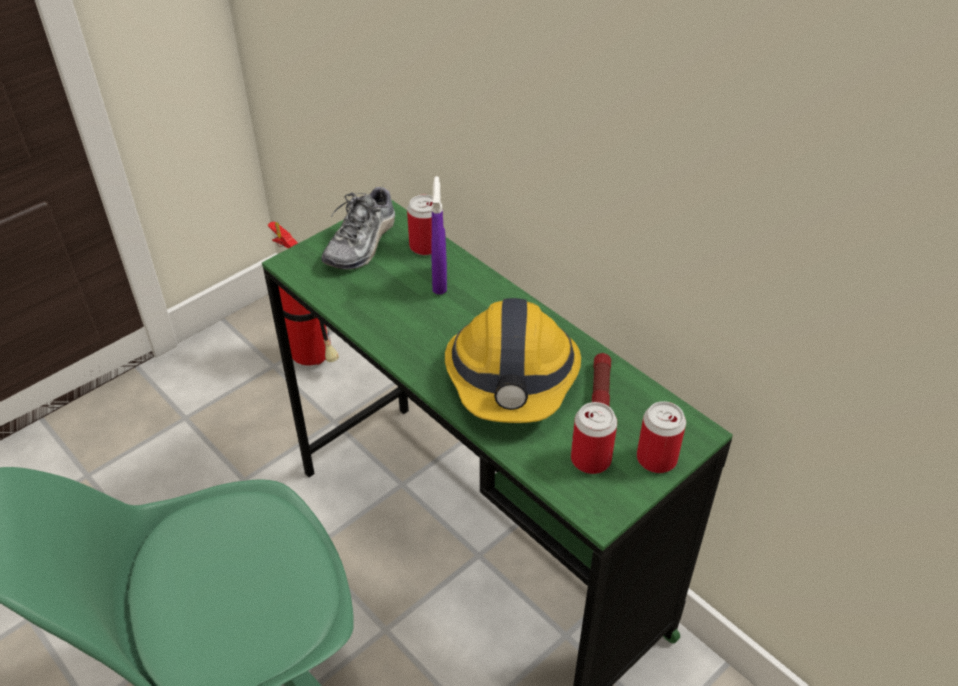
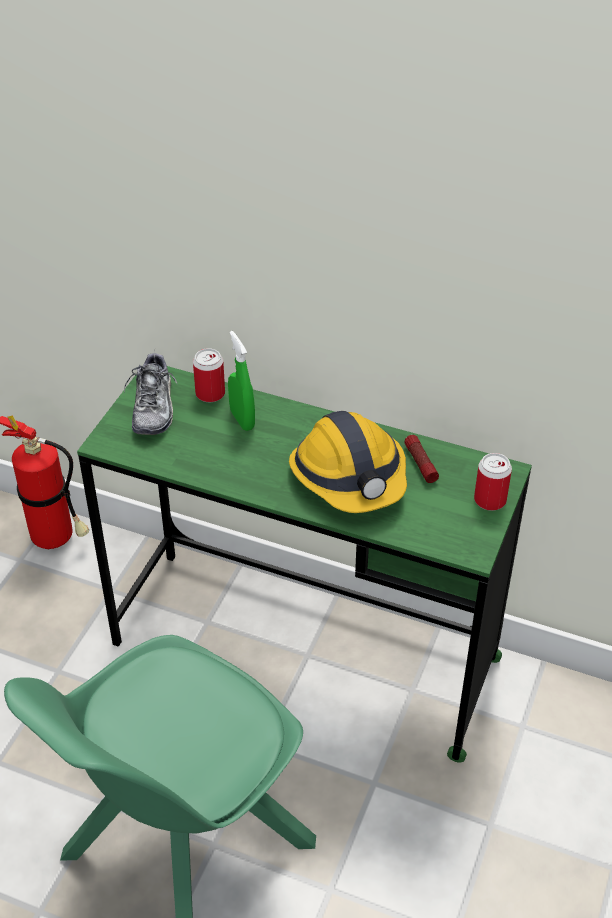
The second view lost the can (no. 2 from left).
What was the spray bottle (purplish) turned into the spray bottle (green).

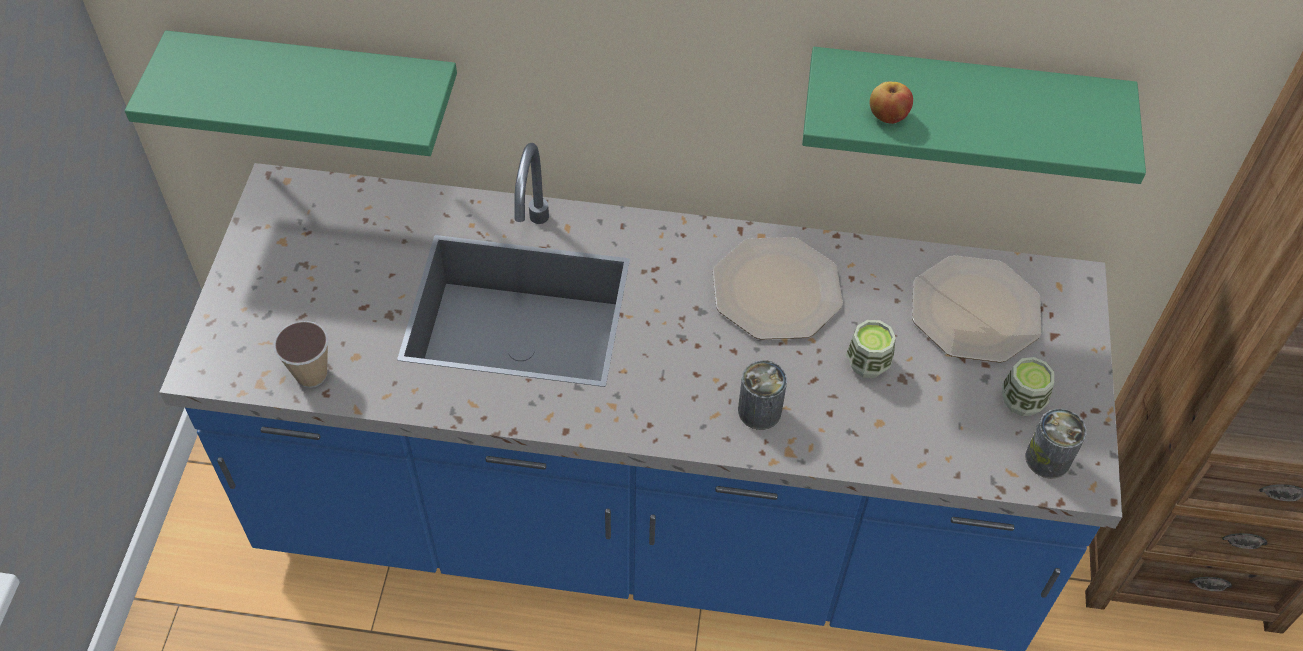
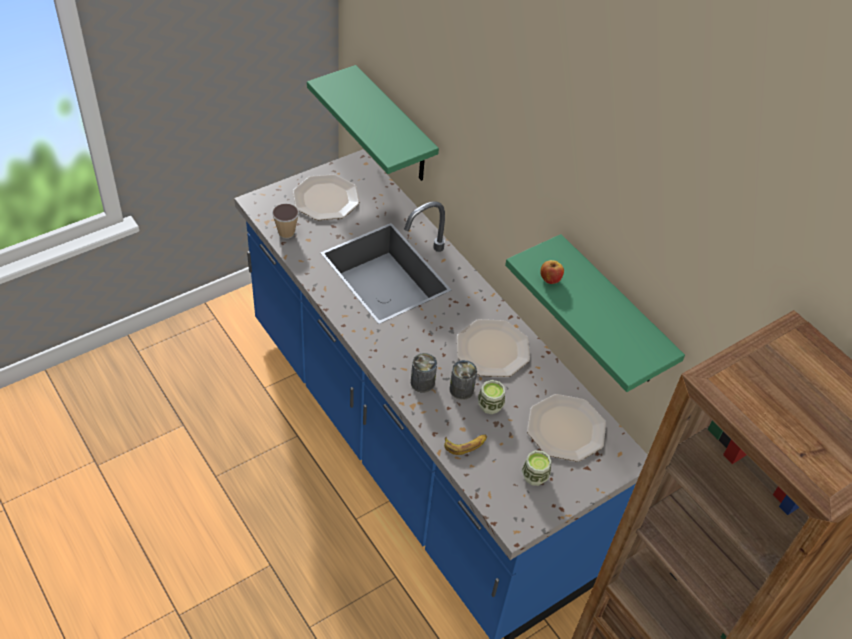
The second view gained the plate (no. 1 from left).
The second view gained the banana fruit.
The can (no. 2 from left) ended up elsewhere.

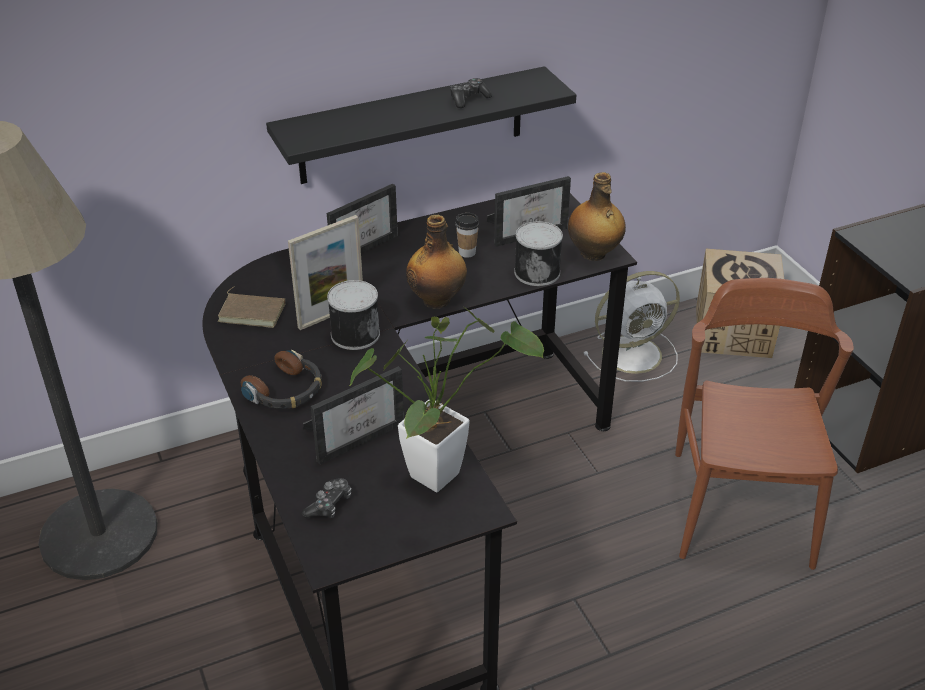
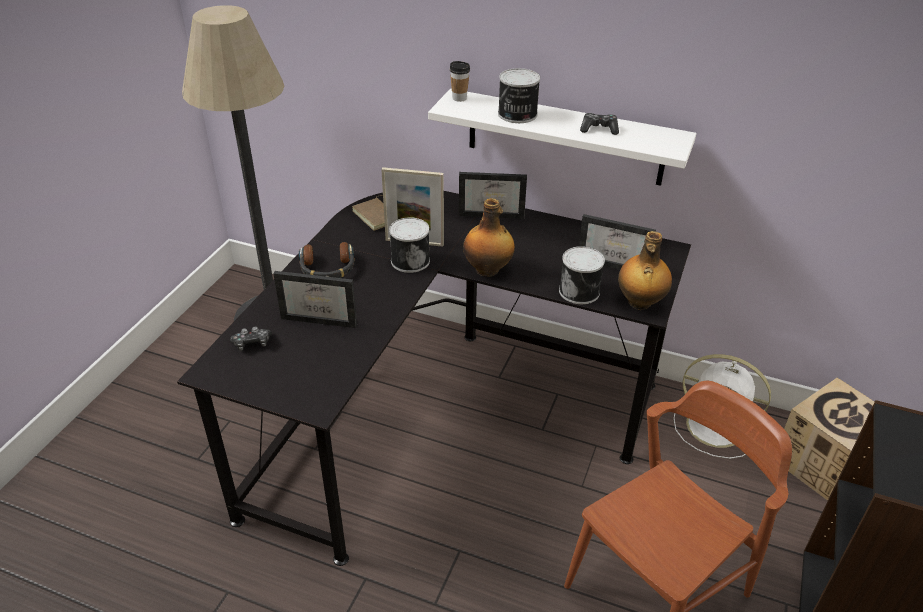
The second view lost the plant in a pot.
The second view gained the can (no. 2 from left).
The drinking cup ended up elsewhere.
What was the shelf (blackish) turned into the shelf (white-coloured).

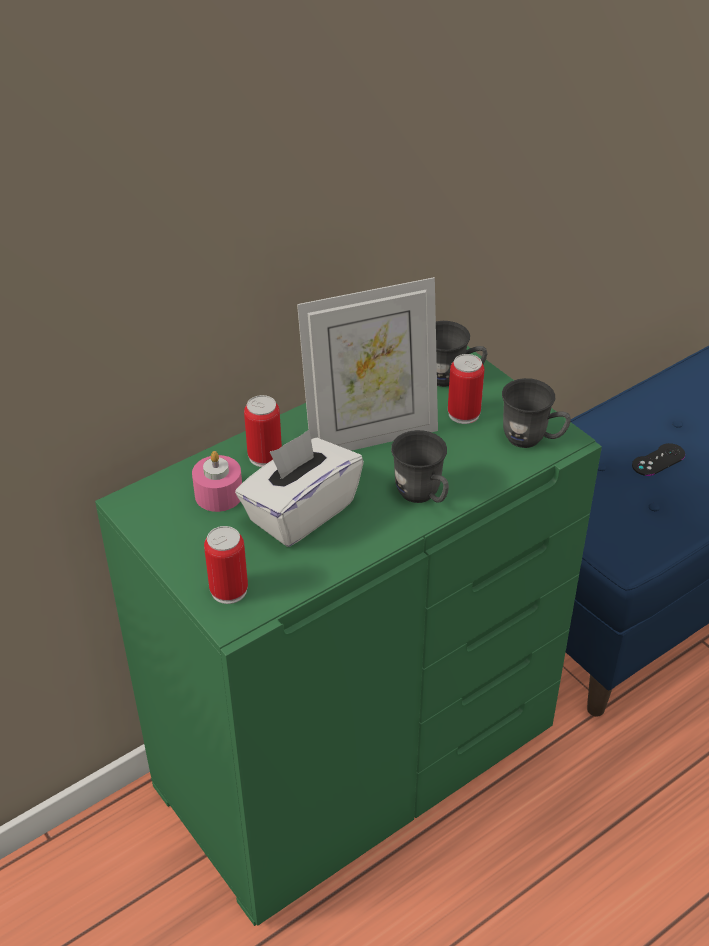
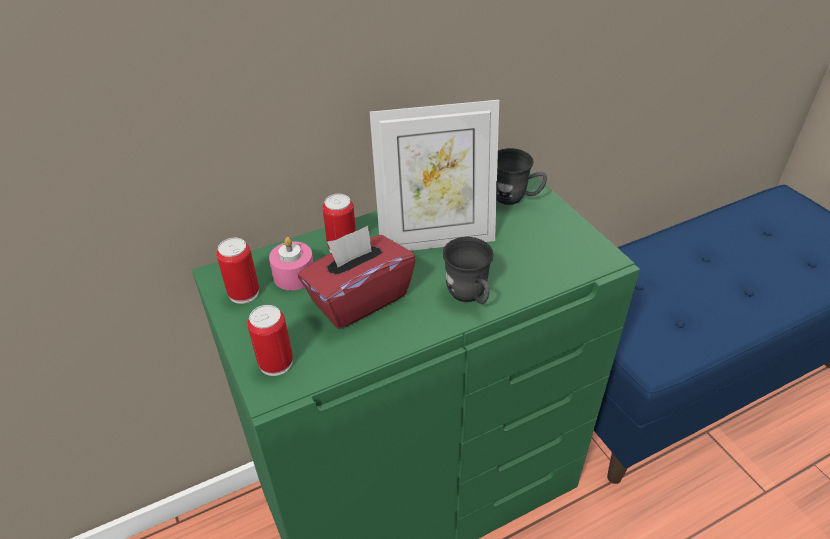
The second view lost the tea mug (gray) (no. 3 from left).
The second view lost the joypad (blackish).
The can (no. 3 from left in the first image) ended up elsewhere.
What was the box of tissues (white-coloured) turned into the box of tissues (red-coloured).

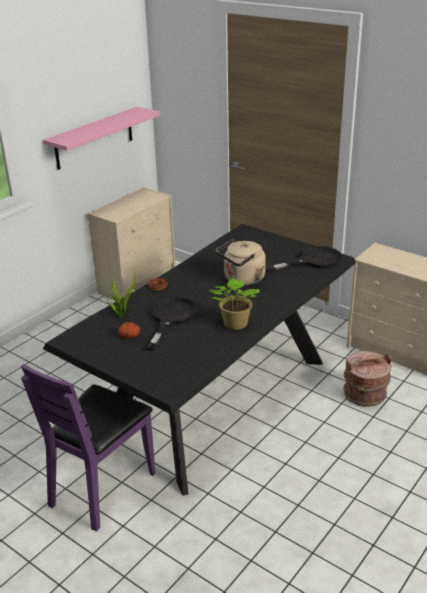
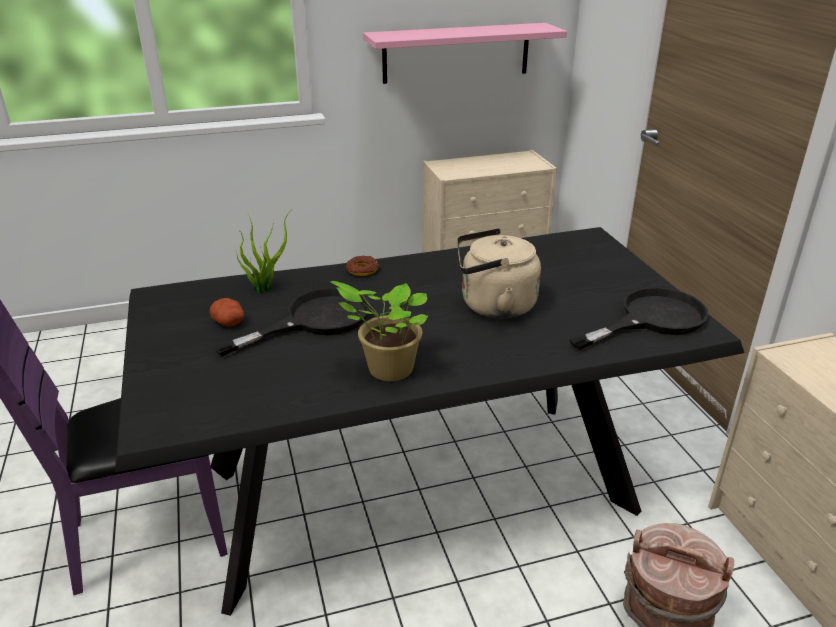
The skillet (blackish) (no. 2 from left) ended up facing another way, 45 degrees counterclockwise from before.

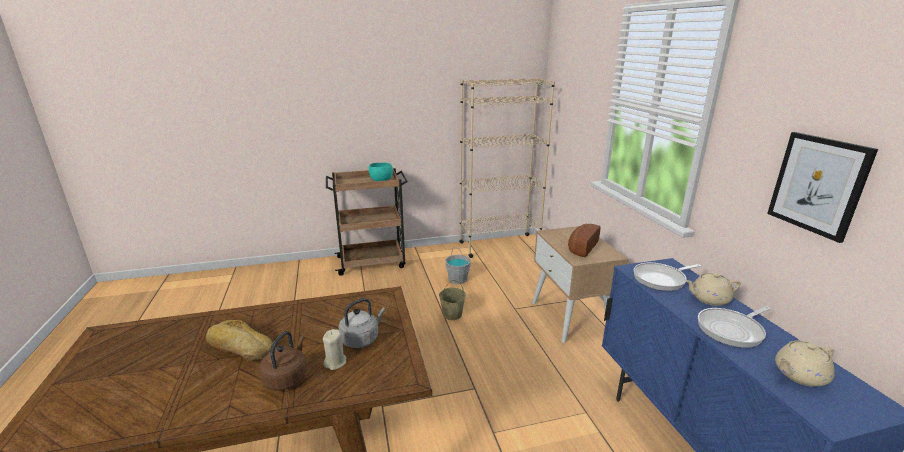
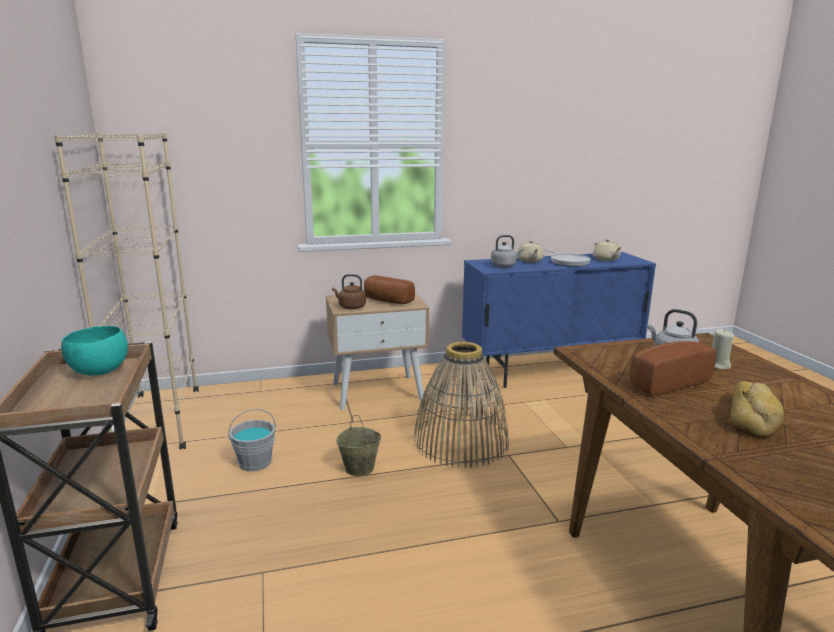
The second view lost the picture.
The second view gained the household basket.
The second view gained the baked bread (no. 2 from left).
The tea kettle (brownish) ended up elsewhere.
Where the skillet (no. 1 from left) stood, the tea kettle (gray) (no. 1 from left) came to stand.

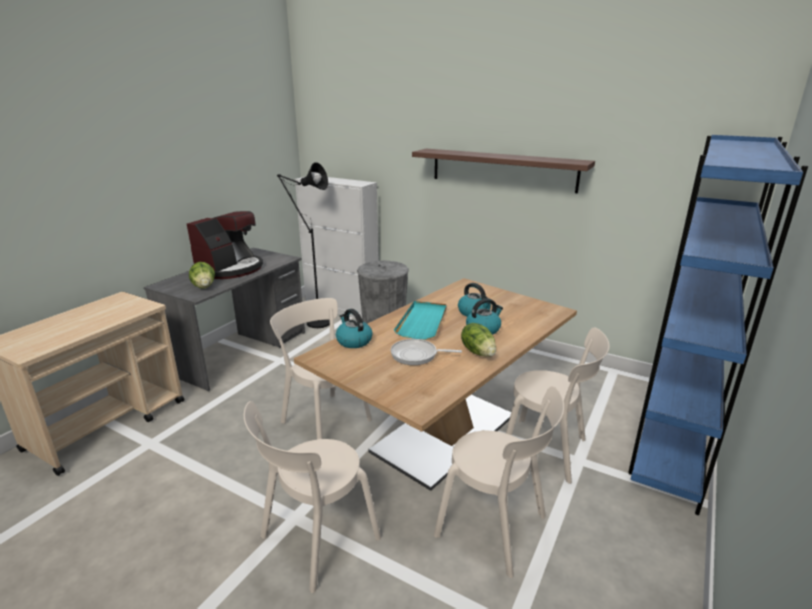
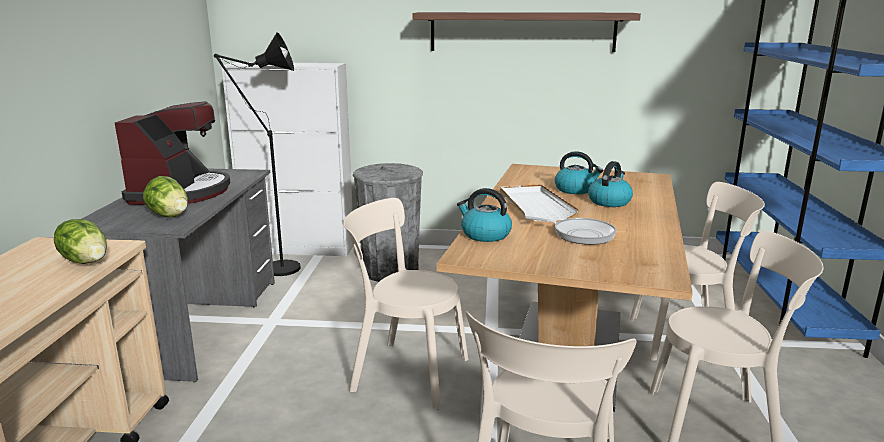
The lettuce head (no. 2 from left in the first image) ended up elsewhere.
What was the carrying tray (turquoise-coloured) turned into the carrying tray (white-coloured).
The skillet ended up facing another way, 135 degrees counterclockwise from before.

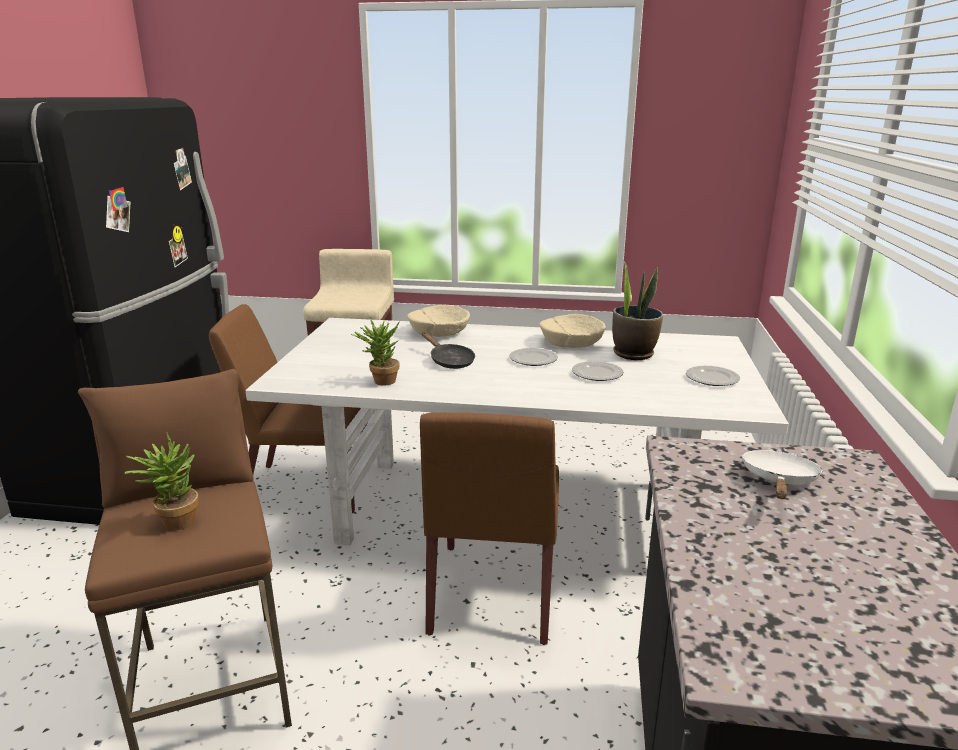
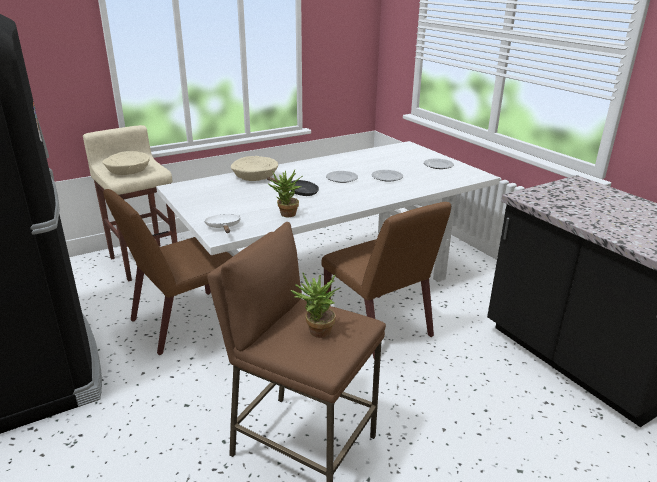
The second view lost the plant in a pot (no. 3 from left).
The deep dish (beige-coloured) (no. 2 from left in the first image) ended up elsewhere.
The skillet (white-coloured) ended up elsewhere.

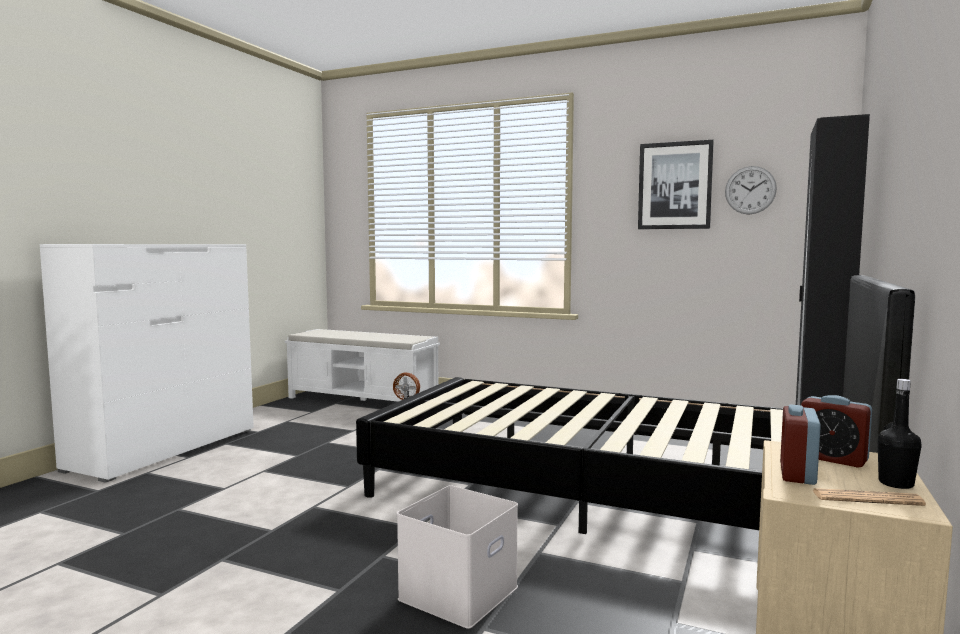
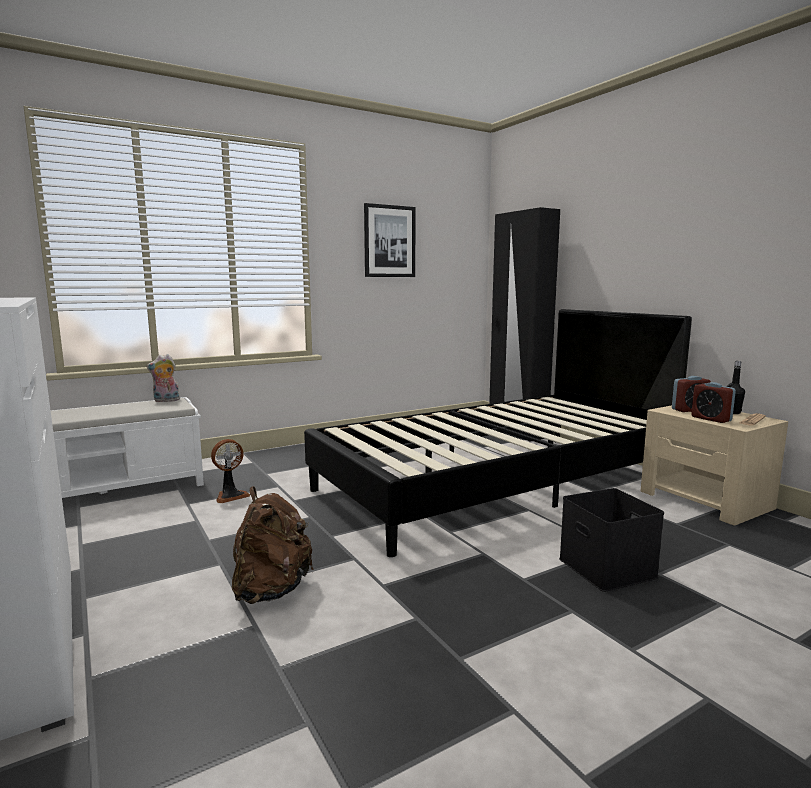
The second view lost the clock on the wall.
The second view gained the cuddly toy.
The second view gained the knapsack (brownish).
What was the storage box (white-coloured) turned into the storage box (blackish).

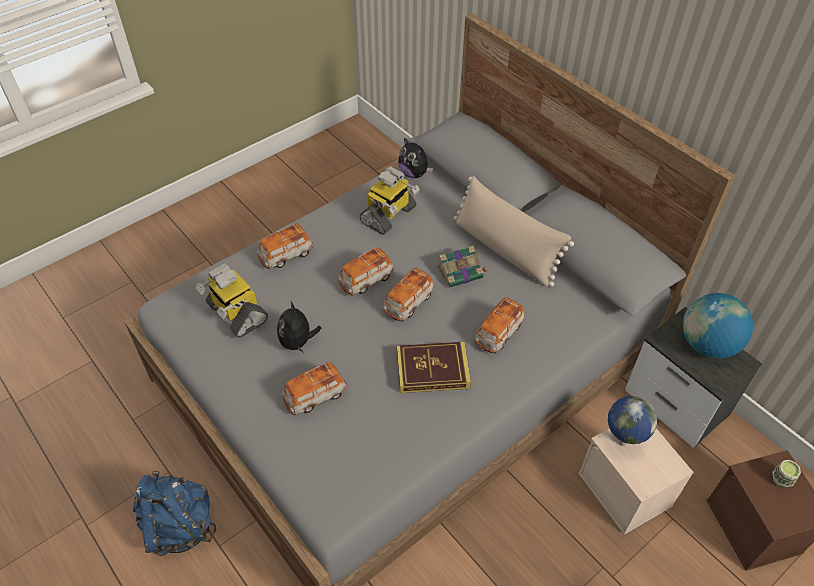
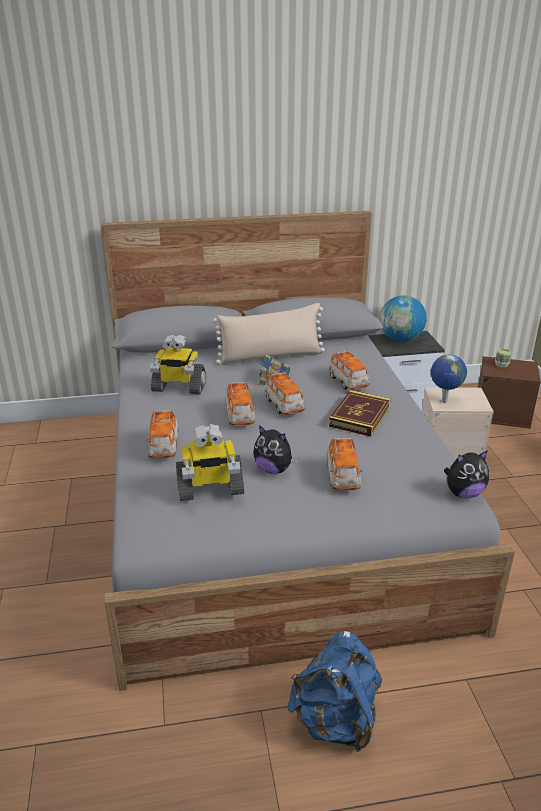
The cuddly toy (no. 2 from left) ended up elsewhere.
The model robot (no. 2 from left in the first image) ended up facing another way, 120 degrees clockwise from before.

